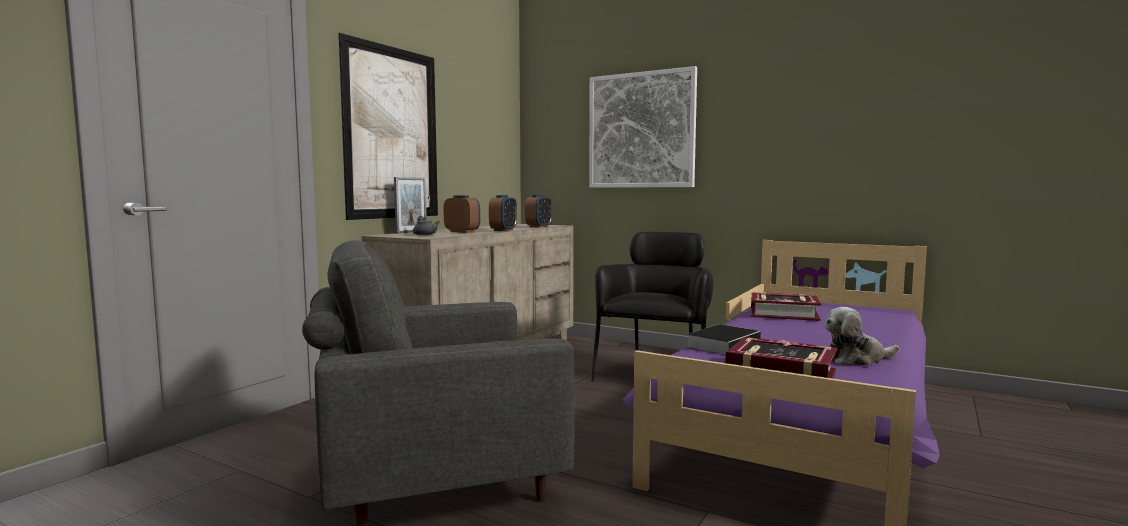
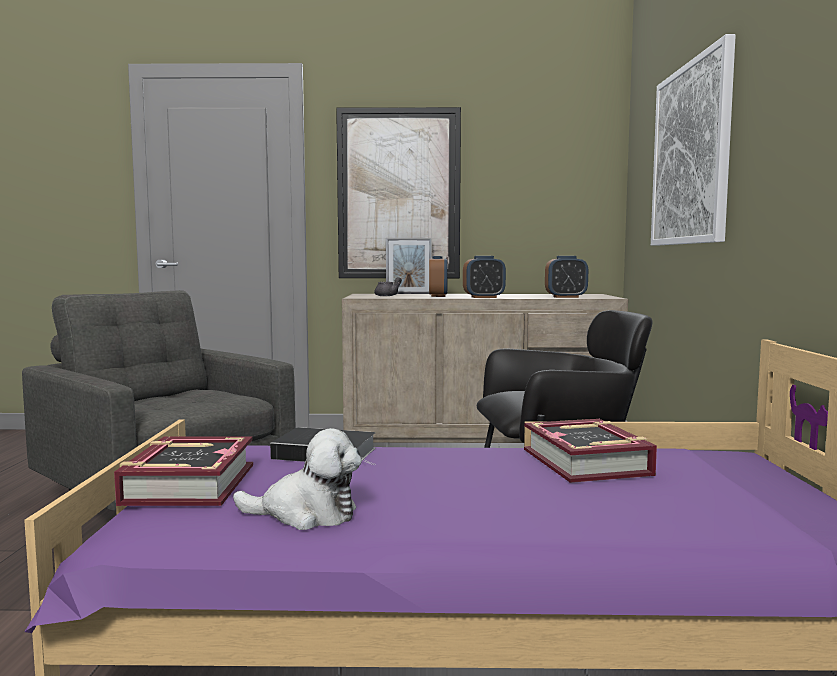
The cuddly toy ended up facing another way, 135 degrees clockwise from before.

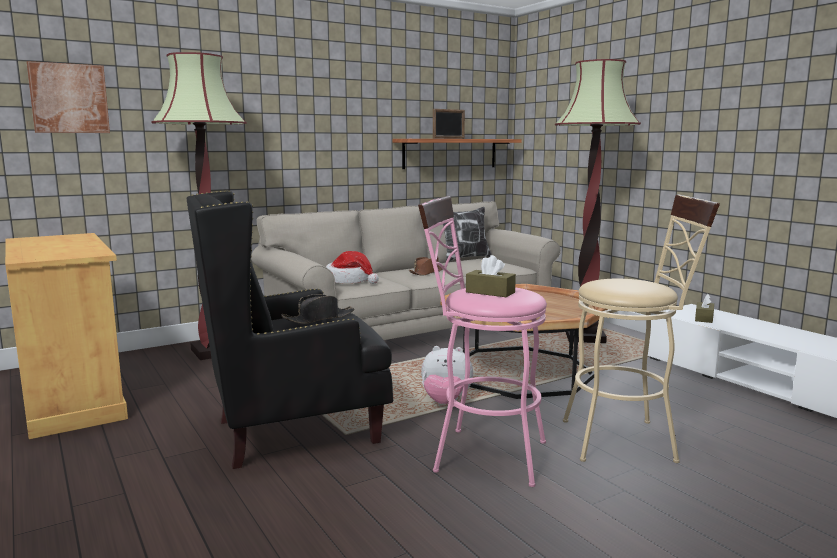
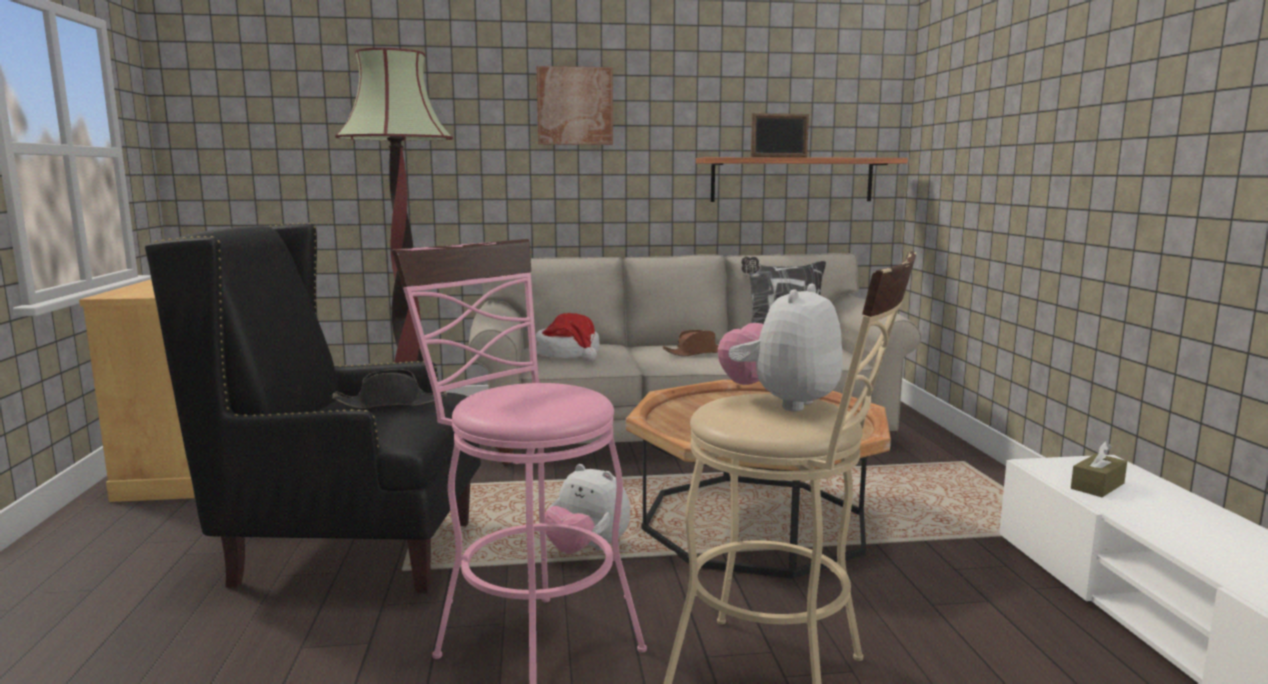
The second view lost the box of tissues (brownish) (no. 1 from left).
The second view lost the standard lamp (no. 2 from left).
The second view gained the cuddly toy (no. 2 from left).
The picture ended up elsewhere.

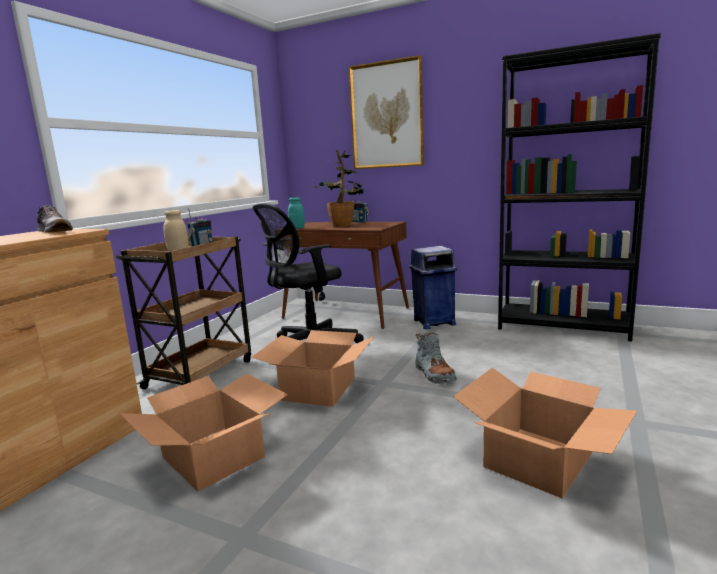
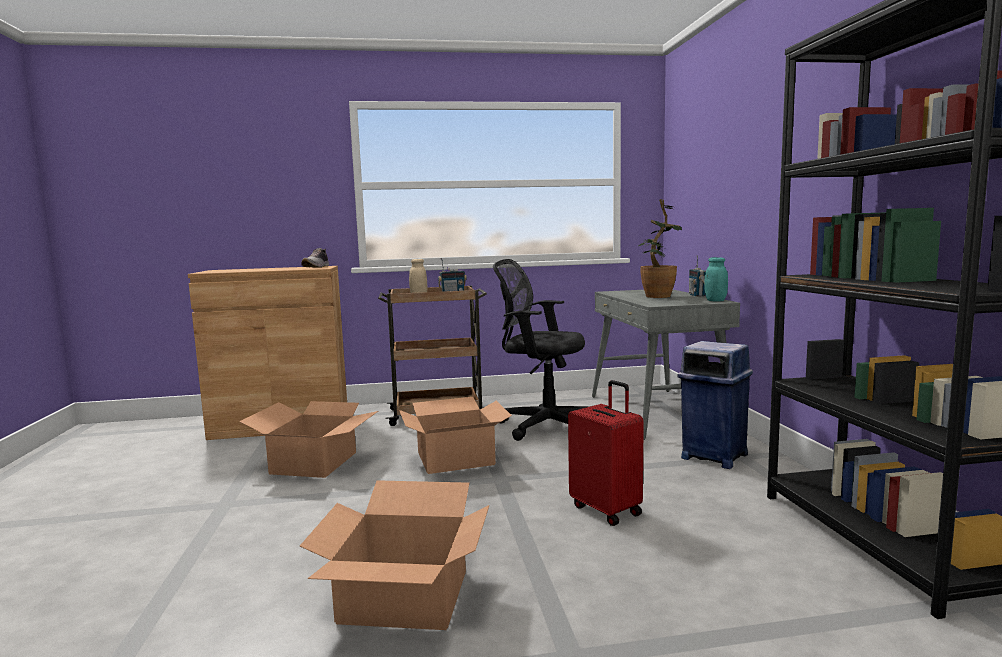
The second view lost the picture.
The second view lost the boot (gray).
The second view gained the suitcase (red-coloured).
The jar (turquoise-coloured) ended up elsewhere.
What was the desk table (brownish) turned into the desk table (gray).

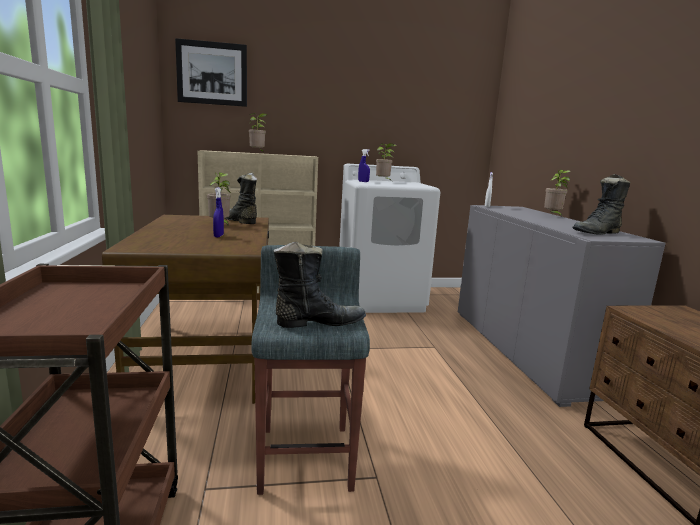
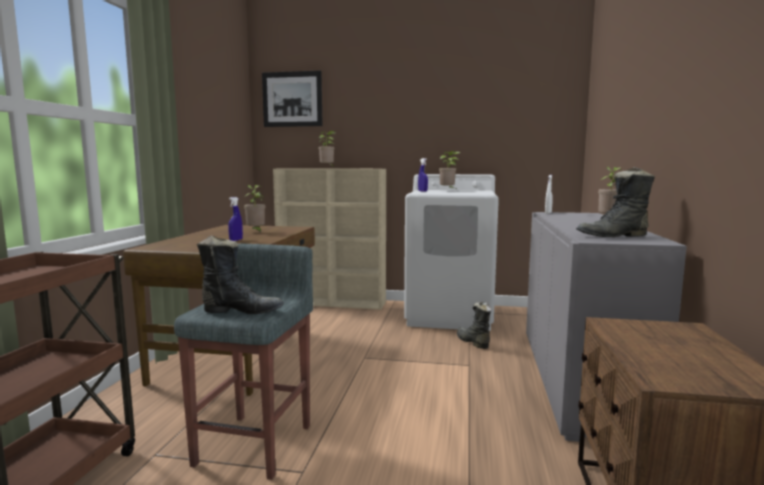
The boot (blackish) (no. 1 from left in the first image) ended up elsewhere.

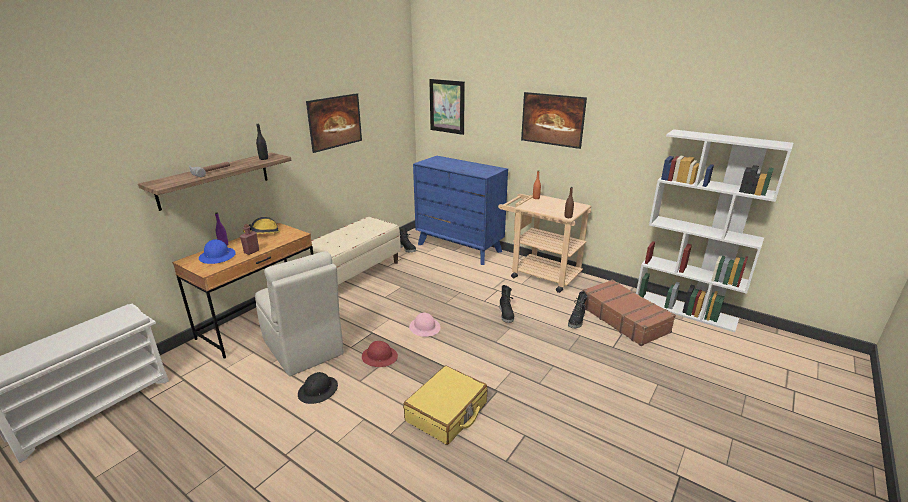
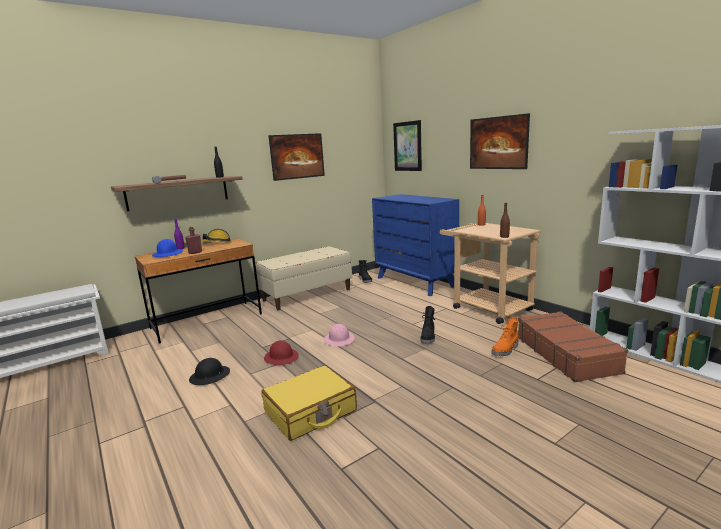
The second view lost the upright chair (beige-coloured).
What was the boot (blackish) (no. 3 from left) turned into the boot (orangey).

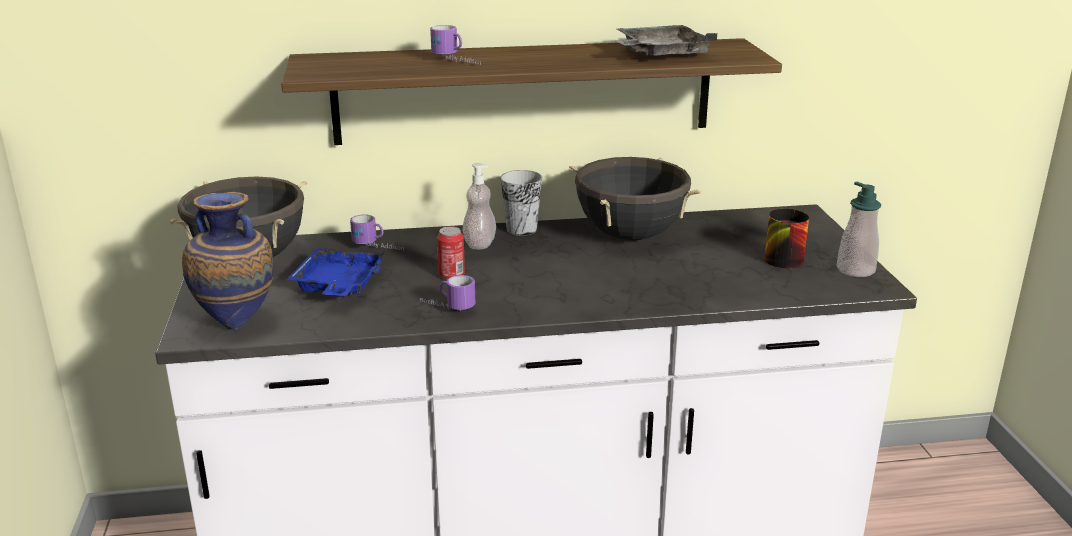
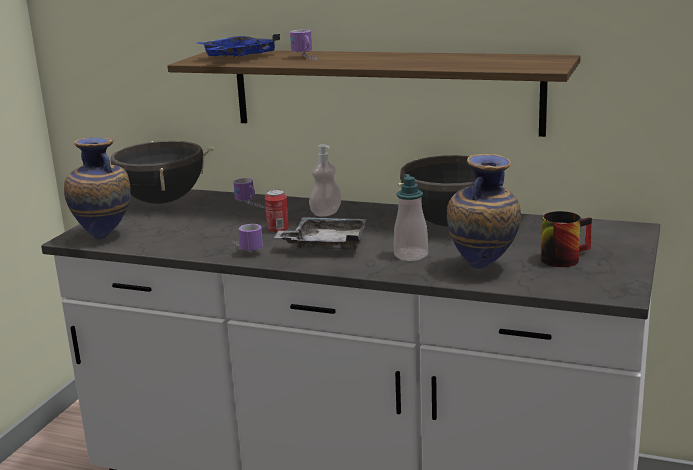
The second view lost the drinking cup.
The second view gained the vase (no. 2 from left).
The carrying tray (blue-coloured) ended up elsewhere.
The carrying tray (gray) ended up elsewhere.
The liquid soap bottle (no. 2 from left) ended up elsewhere.

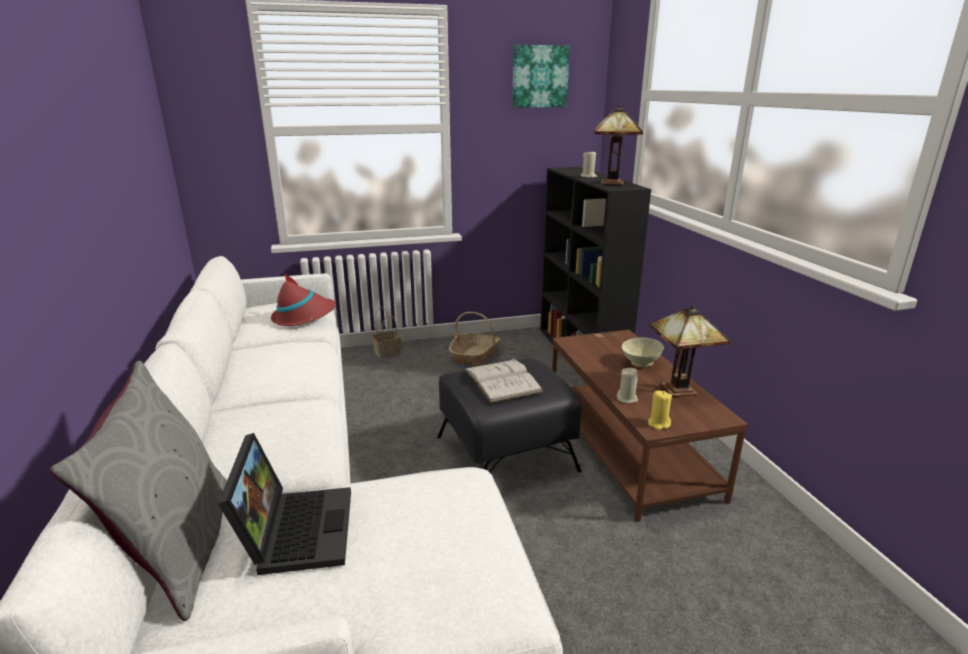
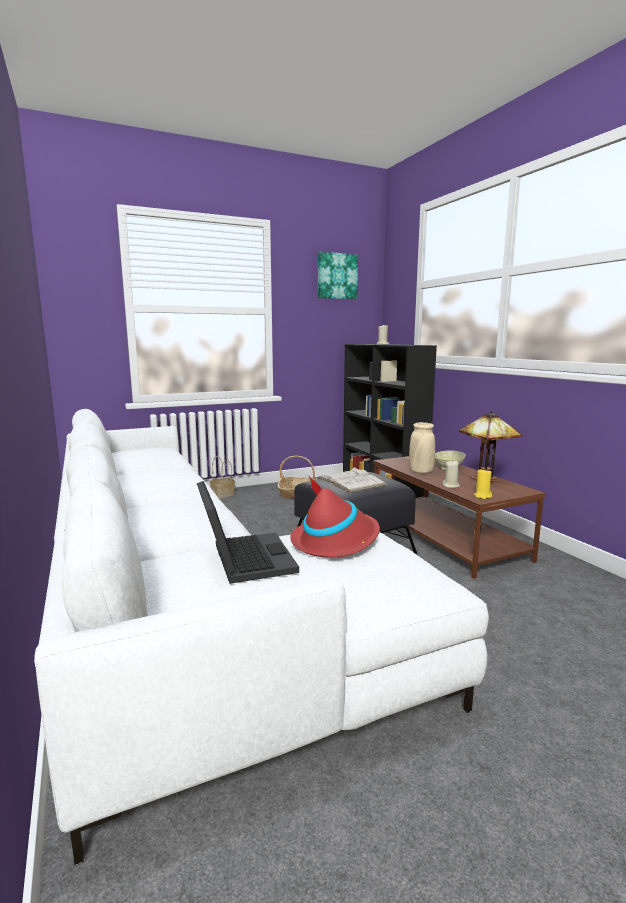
The second view lost the throw pillow (gray).
The second view lost the table lamp (no. 1 from left).
The second view gained the vase (beige-coloured).
The wearable hat (red-coloured) ended up elsewhere.

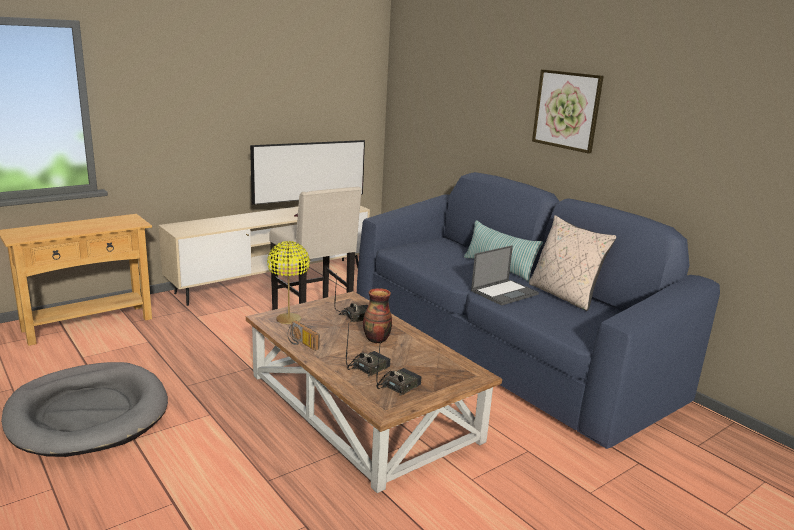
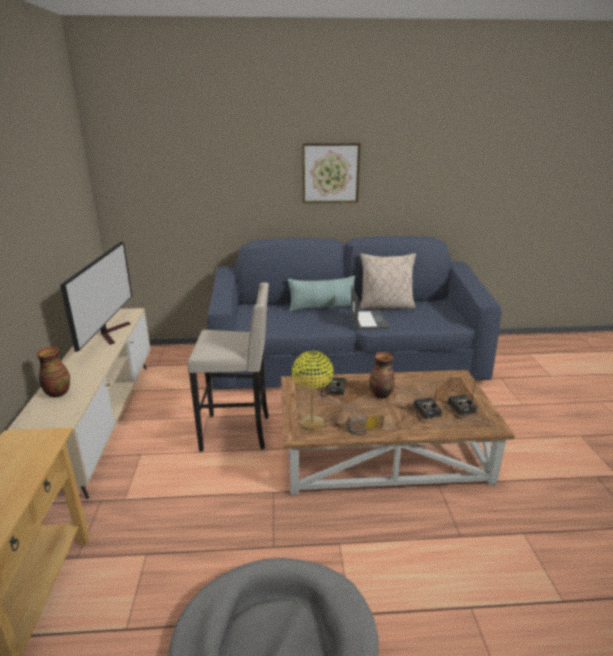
The second view gained the vase (no. 1 from left).

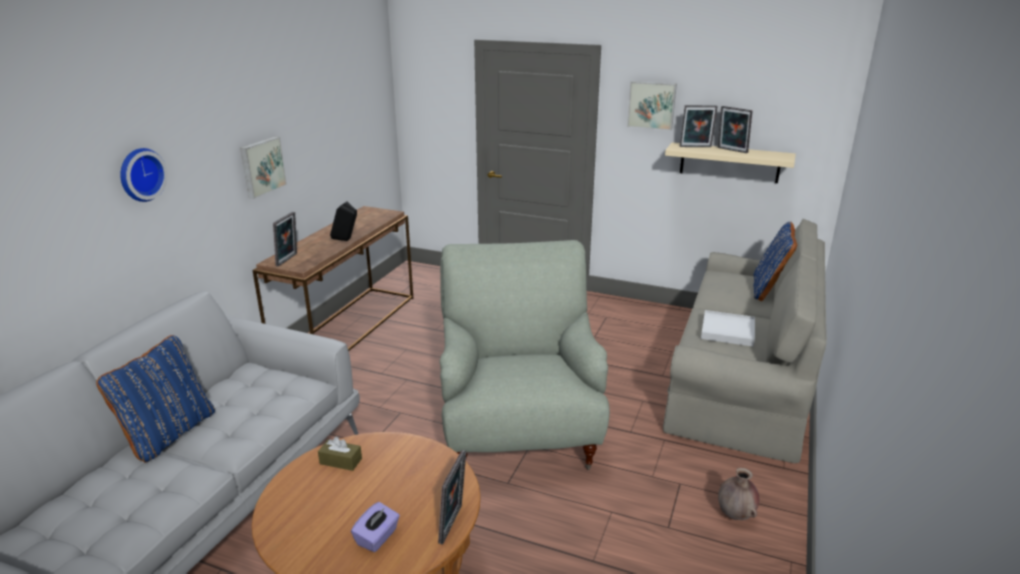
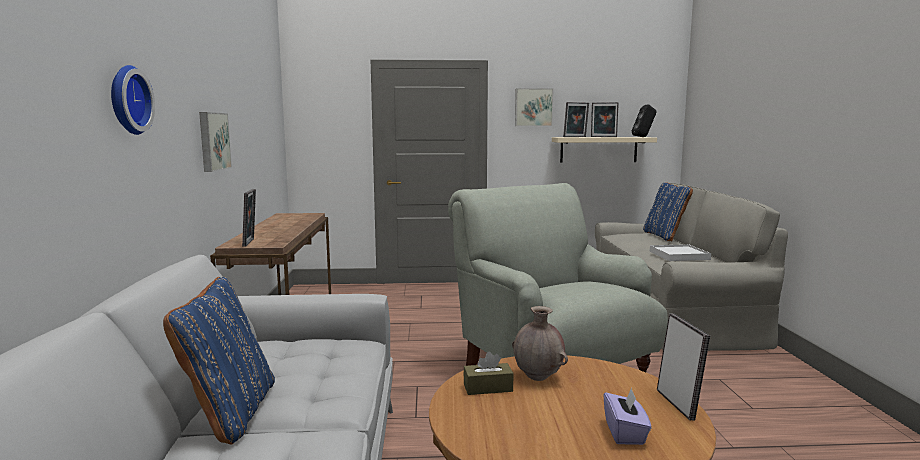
The audio speaker (blackish) ended up elsewhere.
The vase (brownish) ended up elsewhere.

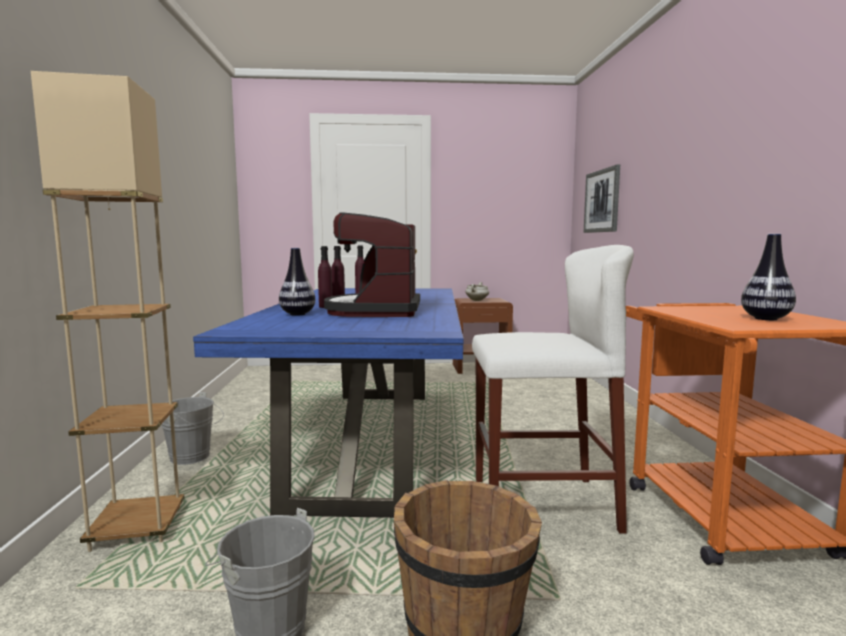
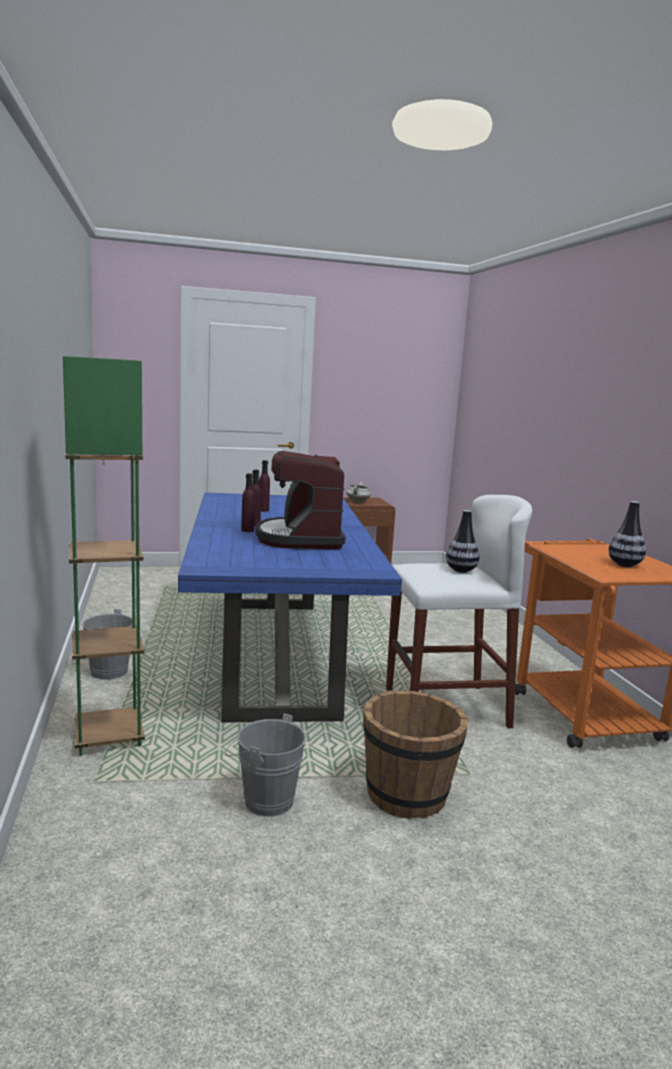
The second view lost the picture.
The vase (no. 1 from left) ended up elsewhere.
What was the standard lamp (beige-coloured) turned into the standard lamp (green).

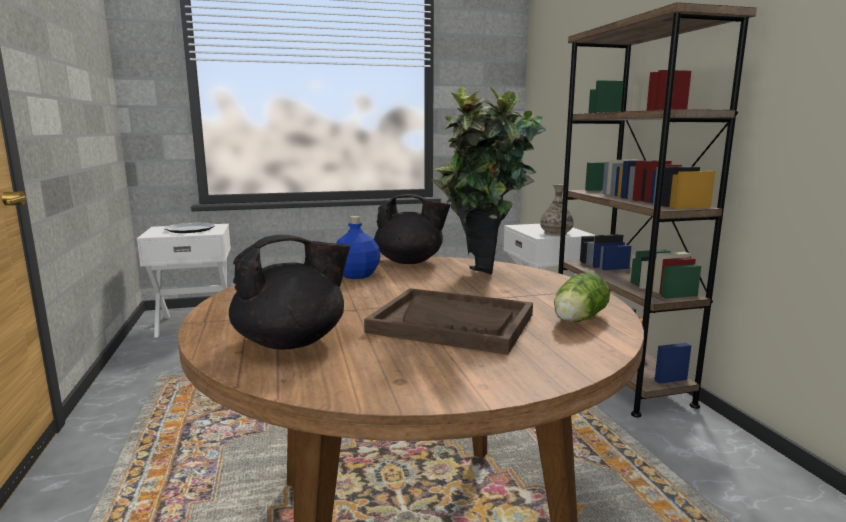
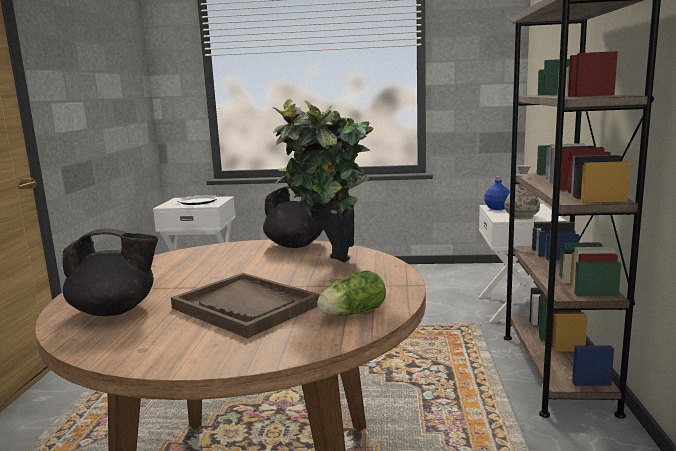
The beverage bottle (blue-coloured) ended up elsewhere.

